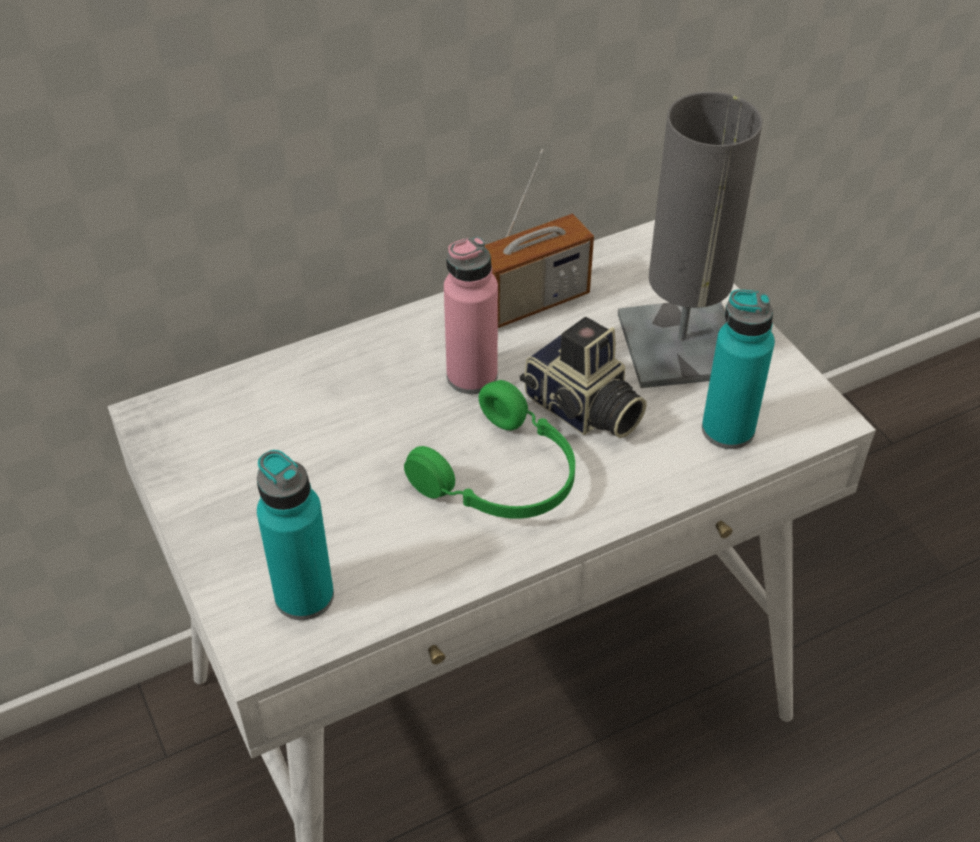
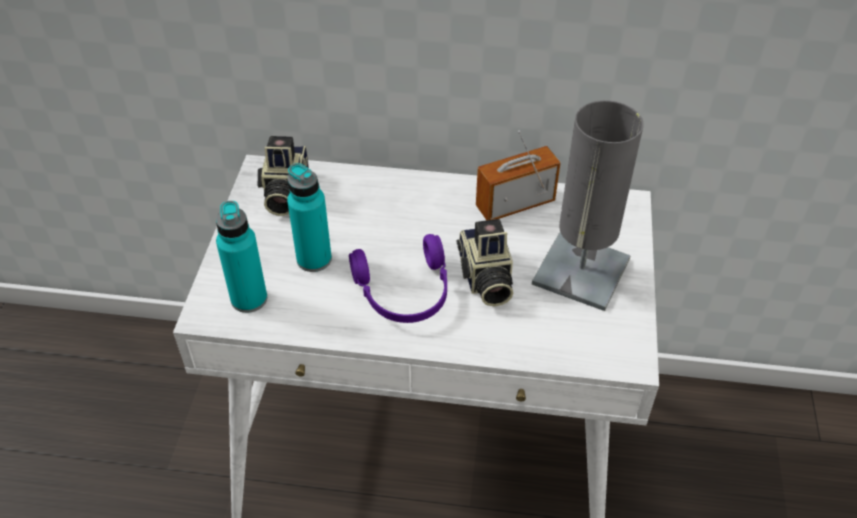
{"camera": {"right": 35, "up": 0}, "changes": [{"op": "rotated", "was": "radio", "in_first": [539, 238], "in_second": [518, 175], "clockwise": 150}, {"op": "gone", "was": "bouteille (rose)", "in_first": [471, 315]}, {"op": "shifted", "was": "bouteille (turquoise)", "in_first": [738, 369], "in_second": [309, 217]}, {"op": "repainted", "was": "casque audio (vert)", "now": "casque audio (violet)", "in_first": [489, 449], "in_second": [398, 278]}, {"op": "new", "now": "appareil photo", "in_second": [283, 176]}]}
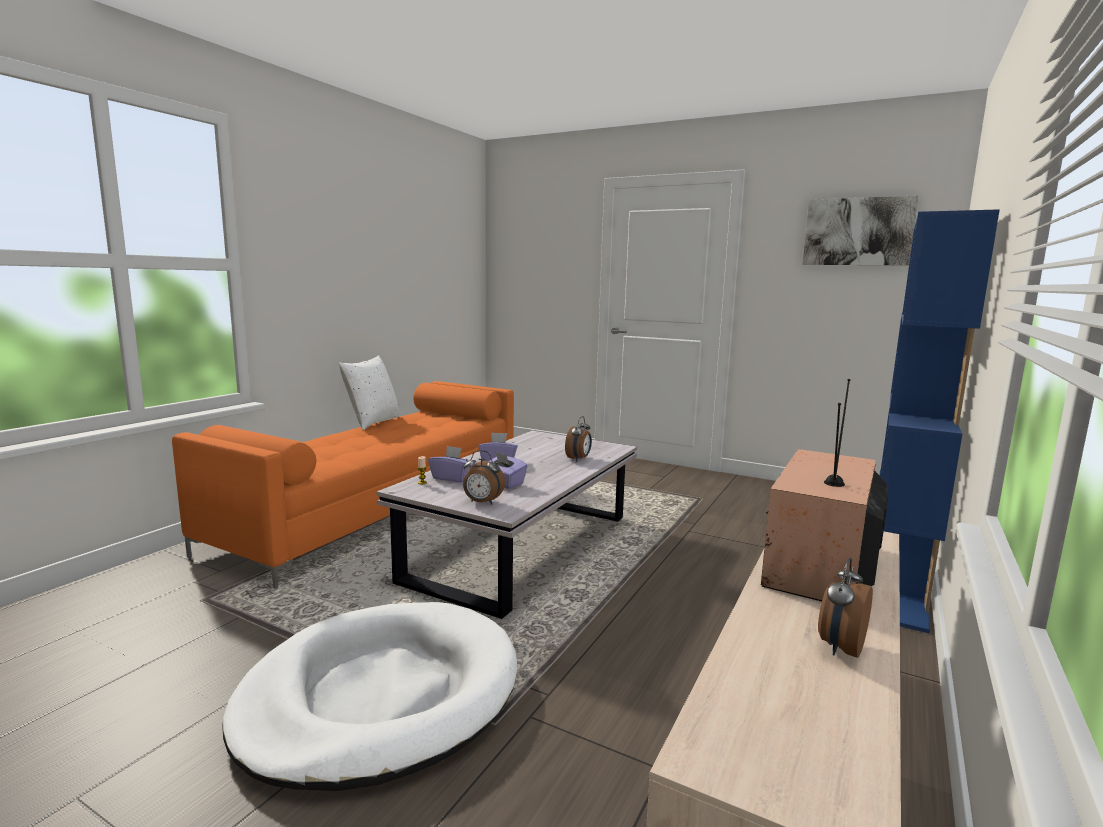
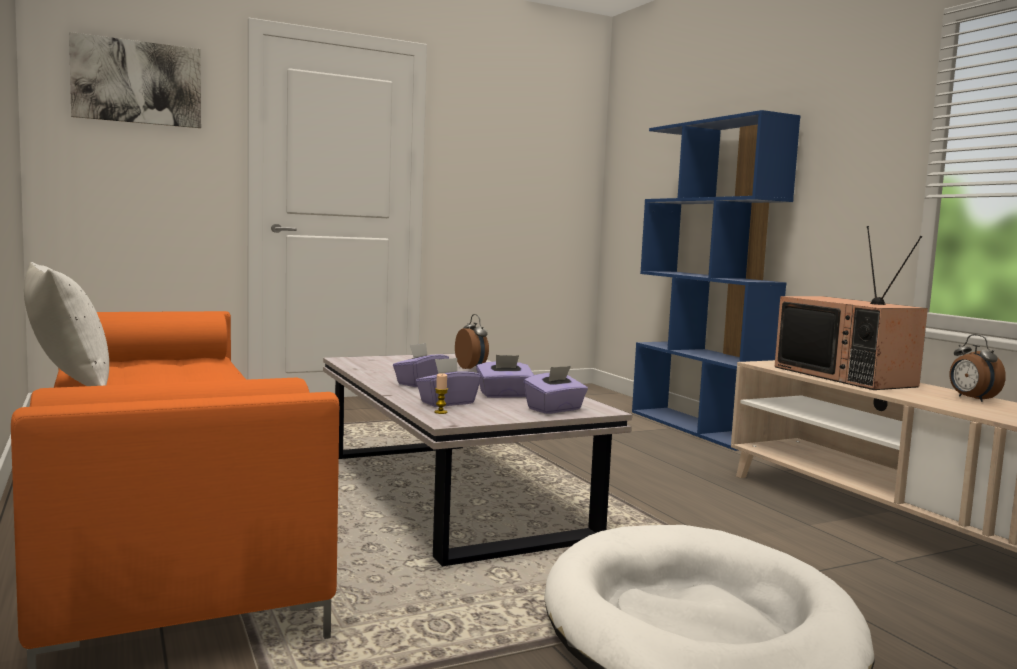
{"camera": {"right": -55, "up": -5}, "changes": [{"op": "shifted", "was": "tableau", "in_first": [861, 230], "in_second": [135, 80]}, {"op": "swapped", "was": "réveil", "now": "boîte à mouchoirs (violet)", "in_first": [484, 477], "in_second": [555, 390]}]}
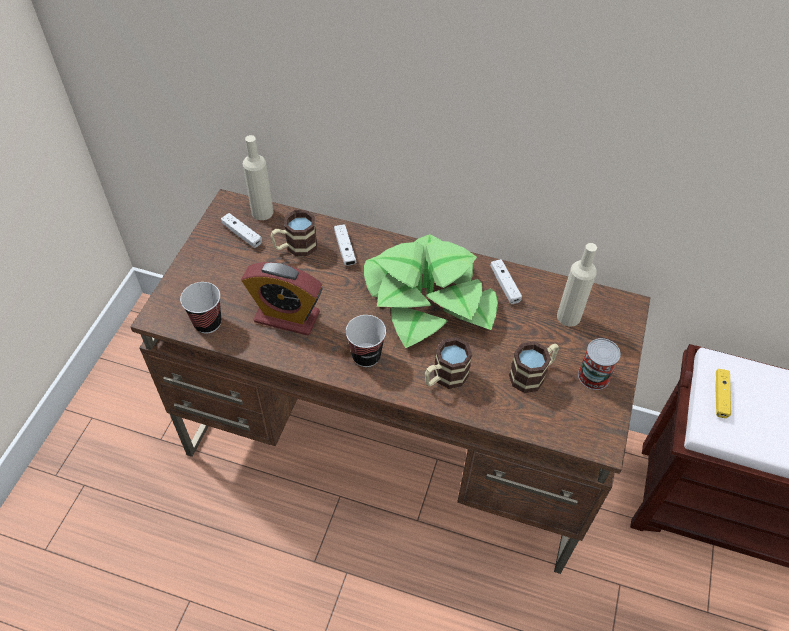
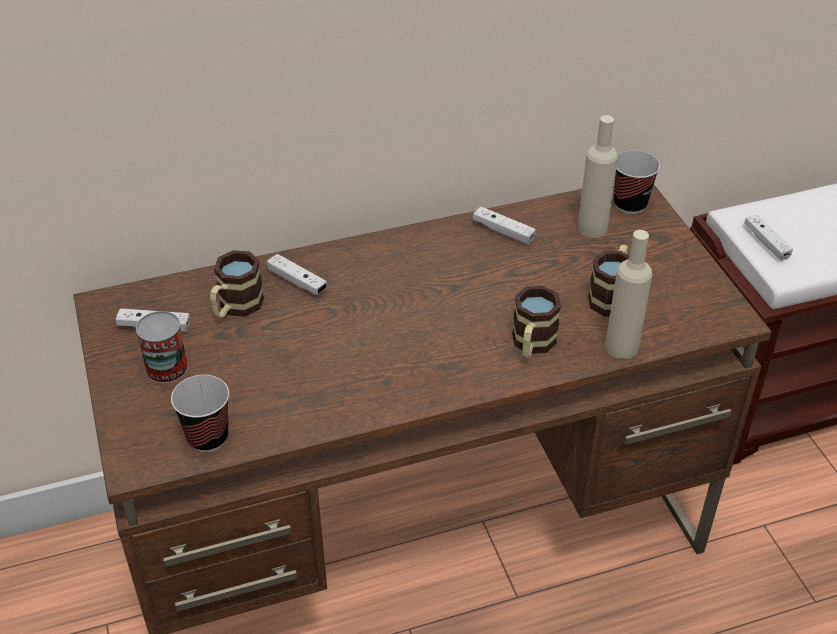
{"camera": {"right": -35, "up": -10}, "changes": [{"op": "shifted", "was": "bouteille (beige)", "in_first": [258, 177], "in_second": [629, 294]}, {"op": "gone", "was": "plante en pot", "in_first": [431, 291]}, {"op": "gone", "was": "réveil", "in_first": [282, 299]}, {"op": "shifted", "was": "tasse", "in_first": [366, 341], "in_second": [637, 182]}, {"op": "shifted", "was": "boîte métallique", "in_first": [599, 364], "in_second": [162, 347]}, {"op": "repainted", "was": "manette (jaune)", "now": "manette (blanc)", "in_first": [723, 393], "in_second": [768, 237]}]}
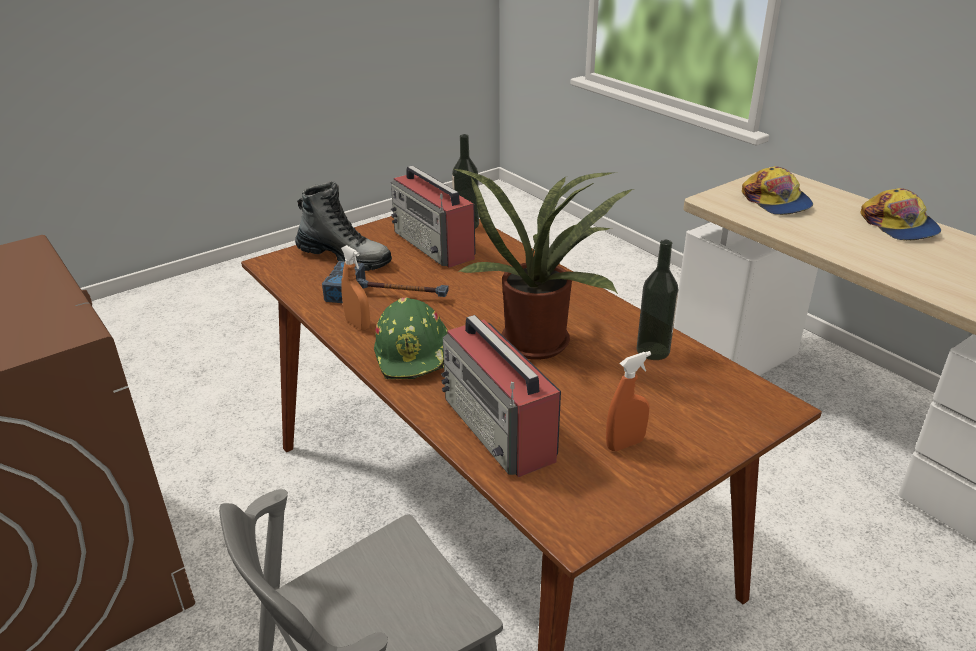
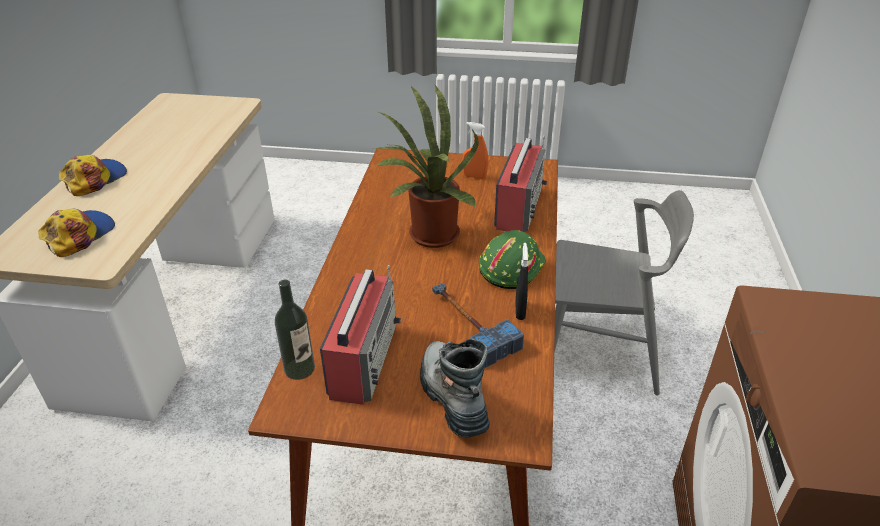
{"camera": {"right": -135, "up": 5}, "changes": [{"op": "gone", "was": "bouteille", "in_first": [657, 300]}, {"op": "repainted", "was": "vaporisateur (orange)", "now": "vaporisateur (noir)", "in_first": [355, 287], "in_second": [521, 281]}]}
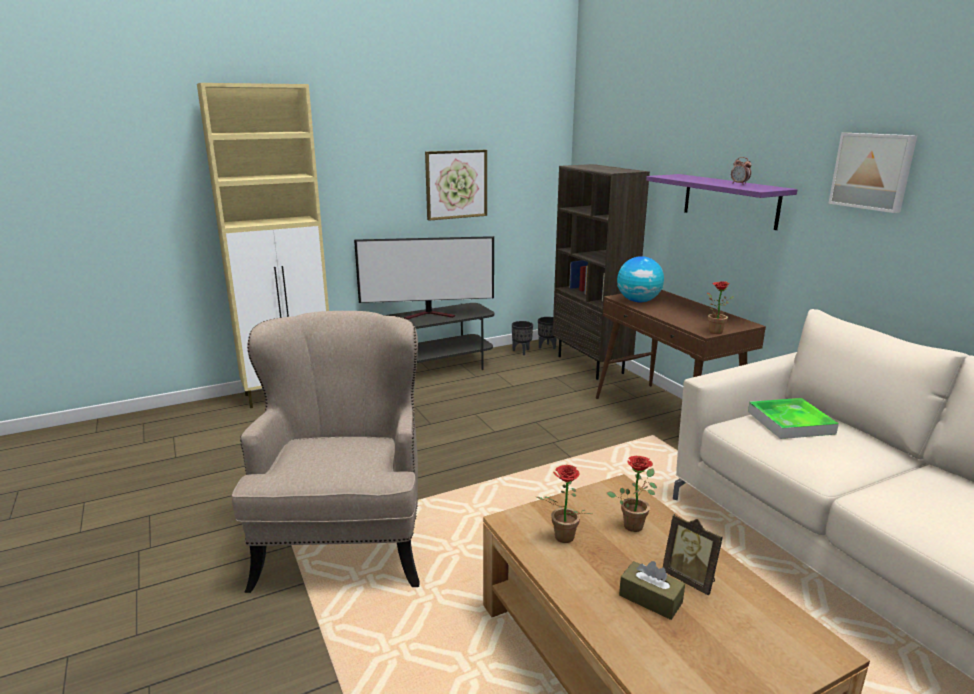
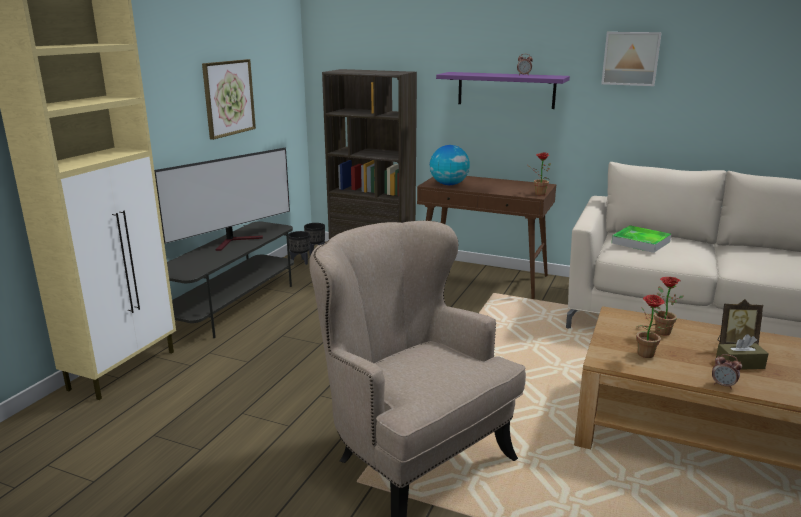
{"camera": {"right": -40, "up": 0}, "changes": [{"op": "new", "now": "réveil", "in_second": [727, 371]}]}
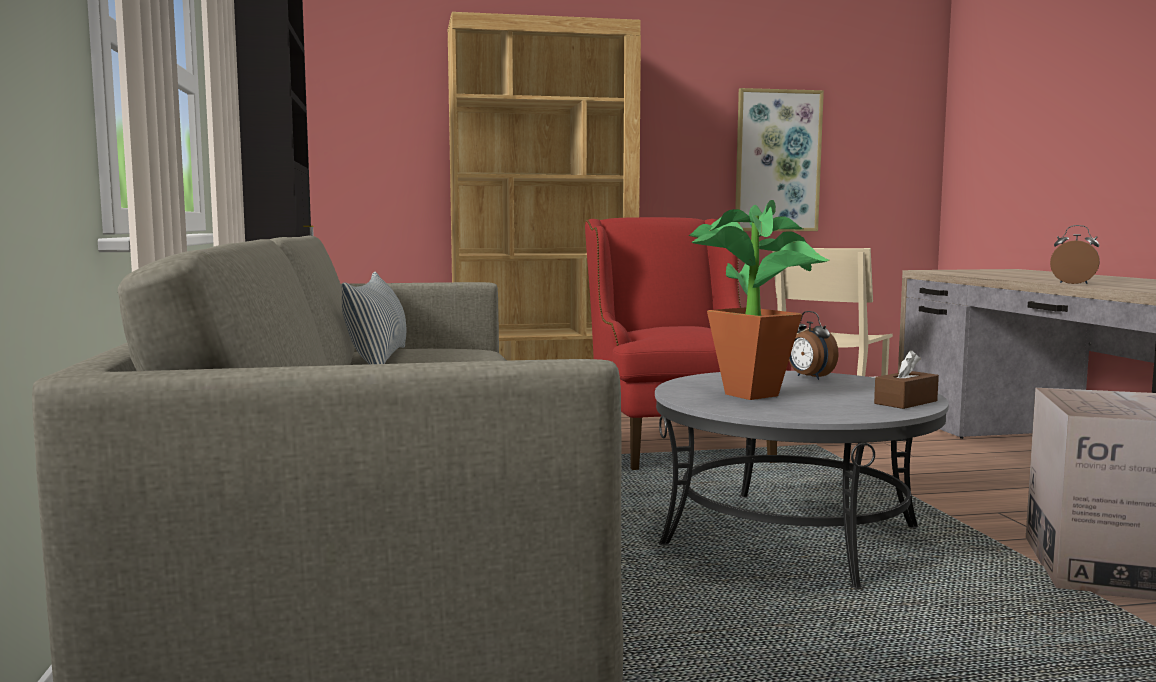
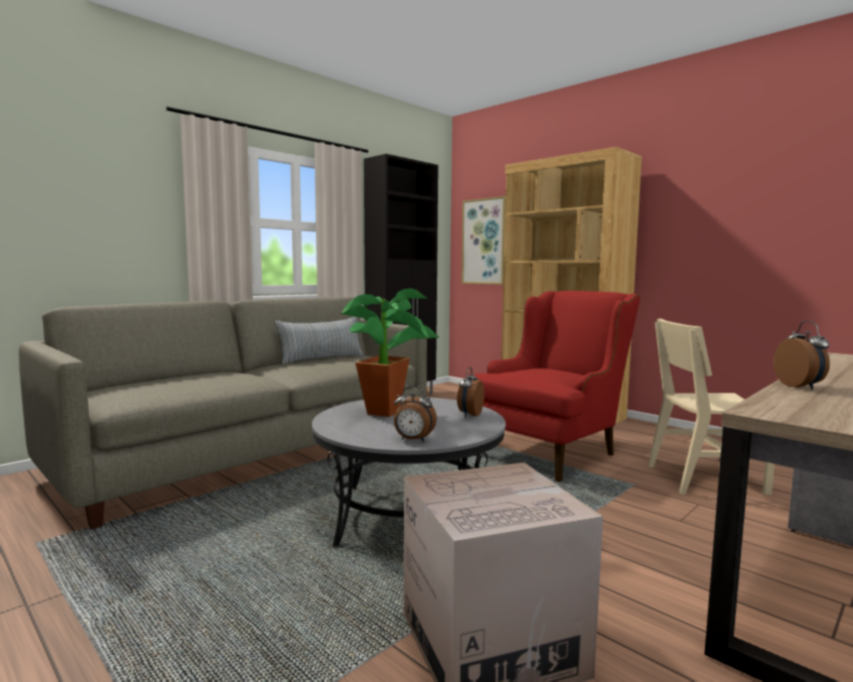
{"camera": {"right": 55, "up": 0}, "changes": [{"op": "shifted", "was": "tableau", "in_first": [779, 159], "in_second": [483, 240]}, {"op": "swapped", "was": "boîte à mouchoirs (marron)", "now": "réveil", "in_first": [906, 379], "in_second": [415, 413]}]}
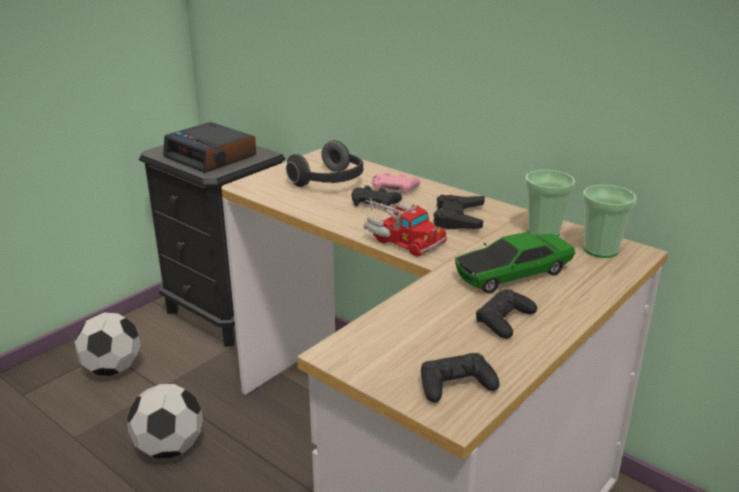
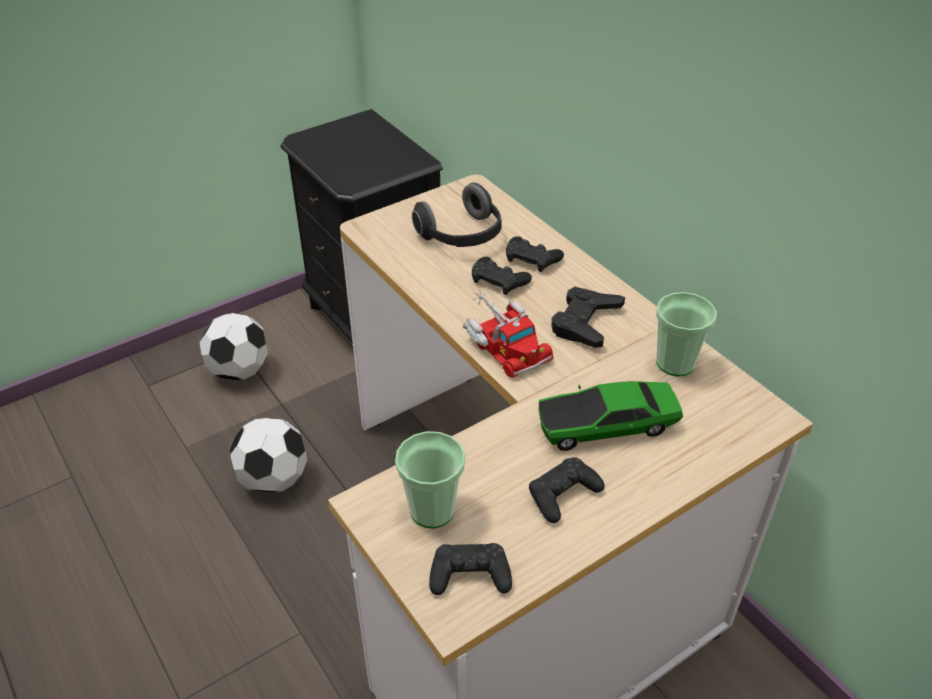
{"camera": {"right": 15, "up": 15}, "changes": [{"op": "gone", "was": "réveil", "in_first": [209, 147]}, {"op": "repainted", "was": "manette (rose)", "now": "manette (noir)", "in_first": [396, 183], "in_second": [535, 254]}, {"op": "shifted", "was": "tasse", "in_first": [610, 221], "in_second": [430, 479]}]}
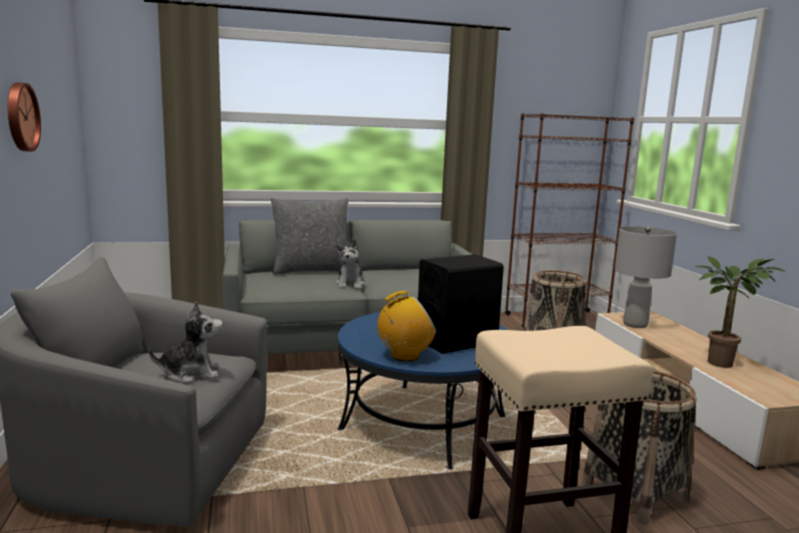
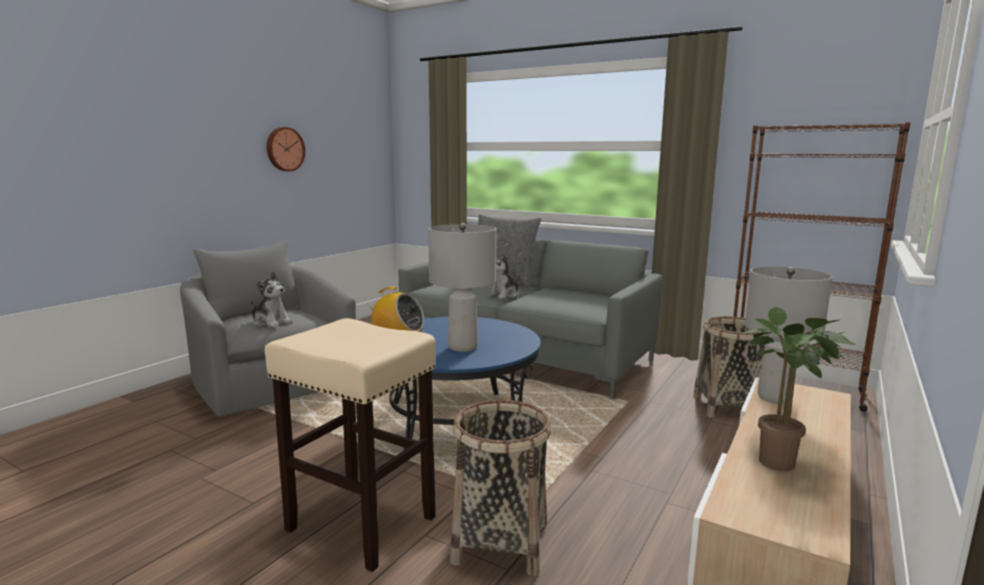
{"camera": {"right": 45, "up": 0}, "changes": [{"op": "swapped", "was": "enceinte (noir)", "now": "lampe de table (gris)", "in_first": [461, 304], "in_second": [462, 287]}]}
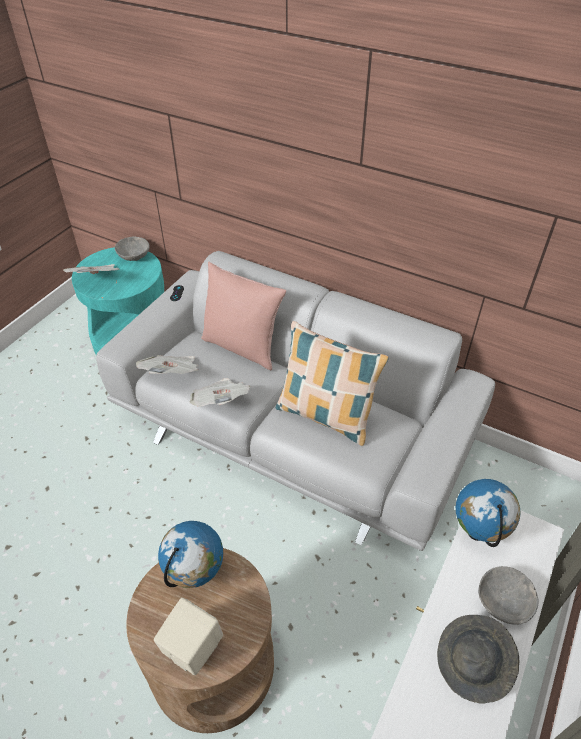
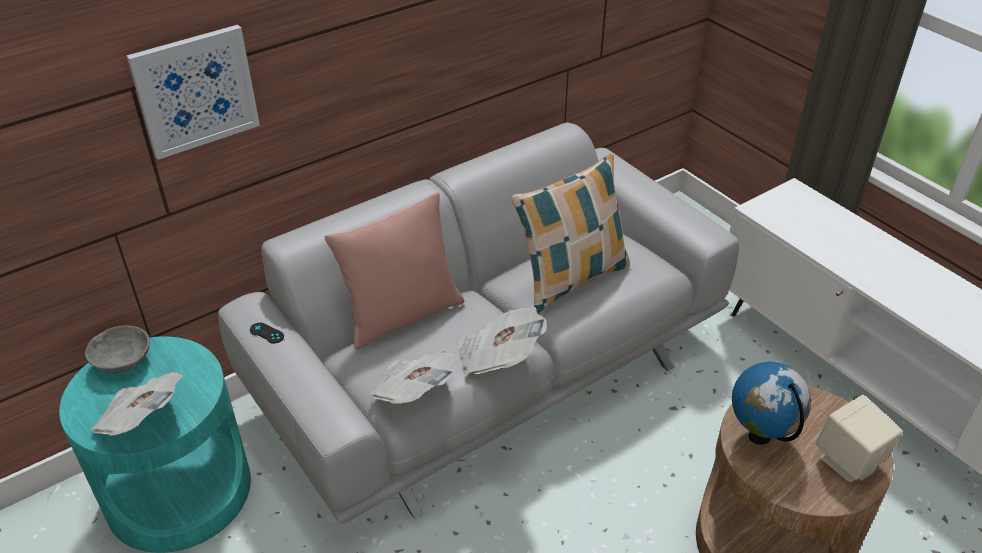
{"camera": {"right": -65, "up": -5}, "changes": [{"op": "gone", "was": "globe", "in_first": [488, 513]}, {"op": "gone", "was": "bol (gris)", "in_first": [508, 595]}, {"op": "gone", "was": "chapeau (gris)", "in_first": [478, 659]}, {"op": "new", "now": "tableau", "in_second": [193, 92]}]}
